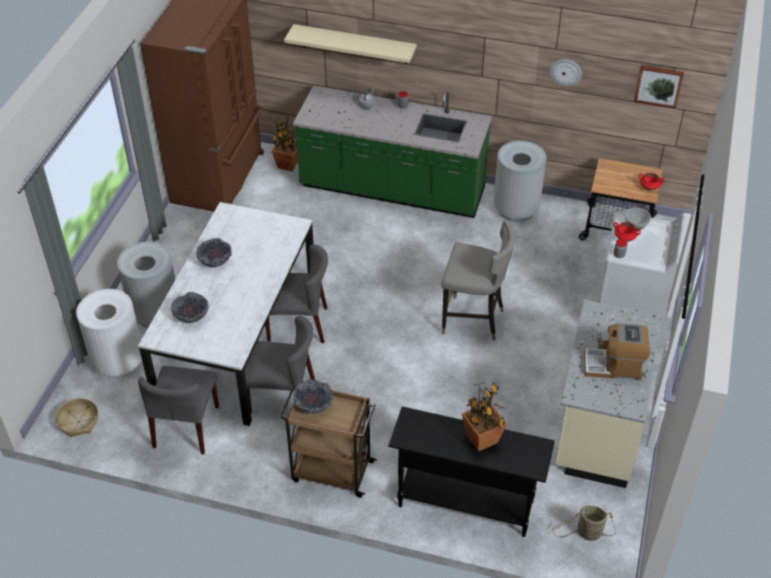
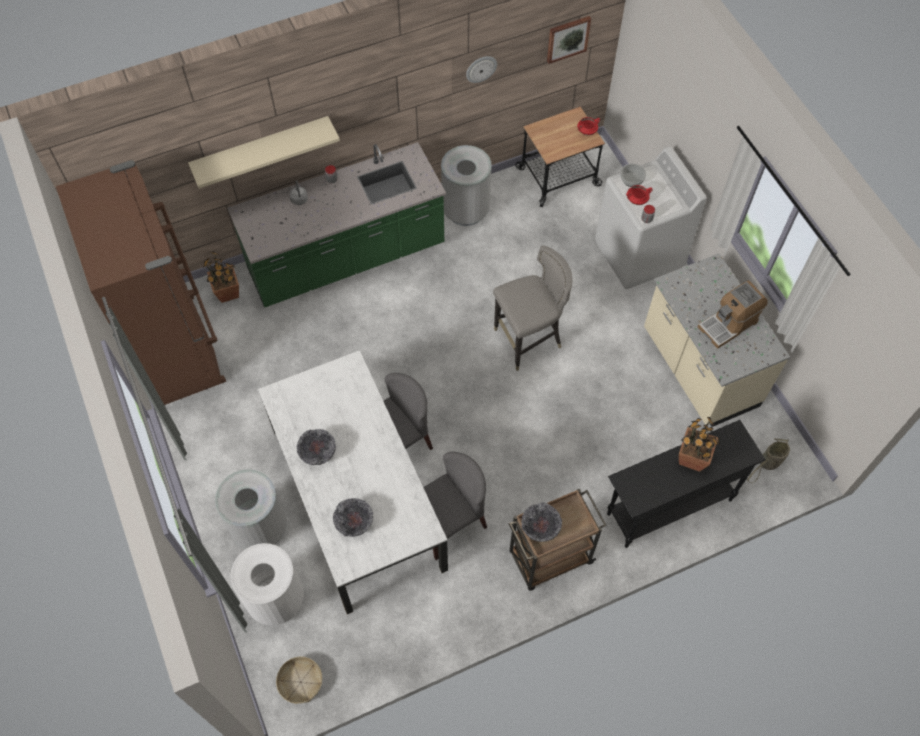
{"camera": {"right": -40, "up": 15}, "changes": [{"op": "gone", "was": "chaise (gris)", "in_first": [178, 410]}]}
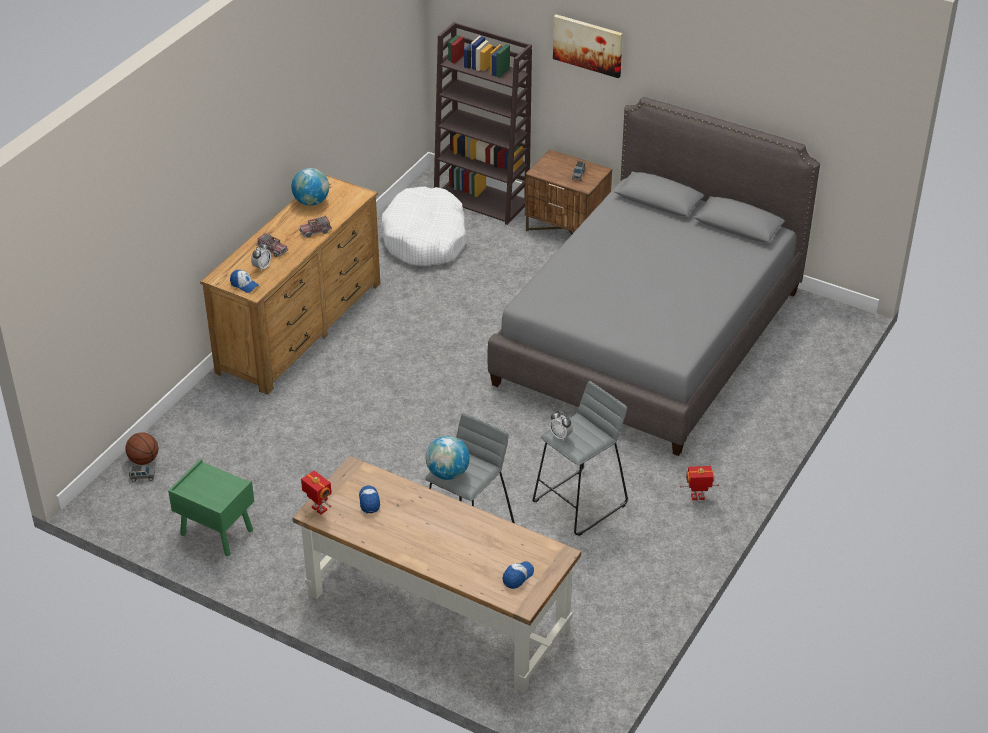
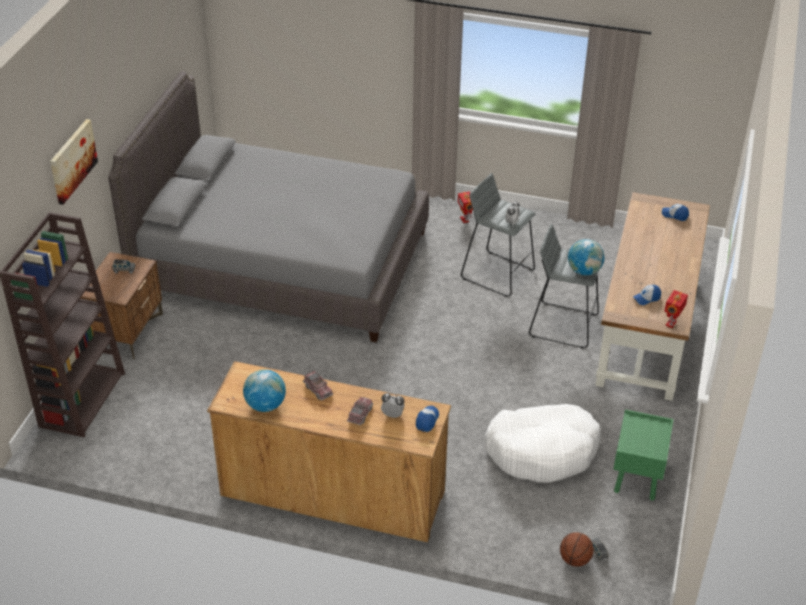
{"camera": {"right": -105, "up": 0}, "changes": [{"op": "shifted", "was": "panier pour chien (blanc)", "in_first": [423, 226], "in_second": [543, 443]}]}
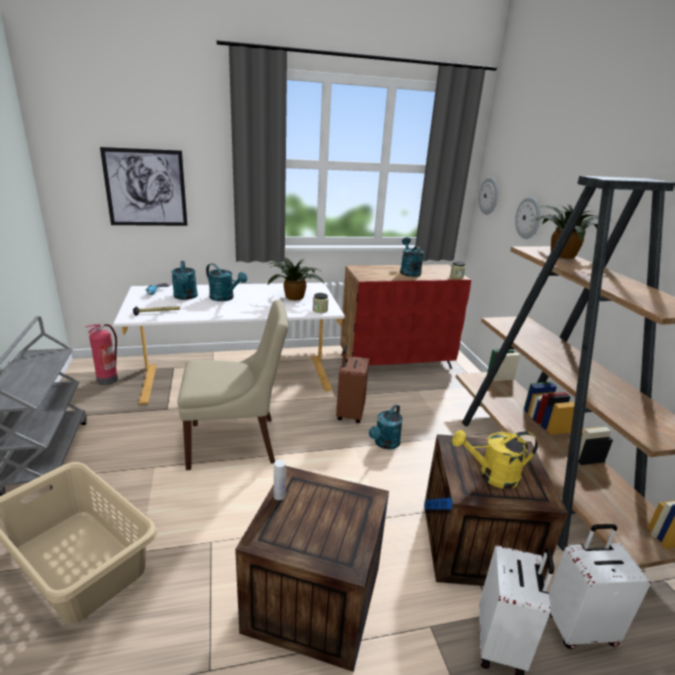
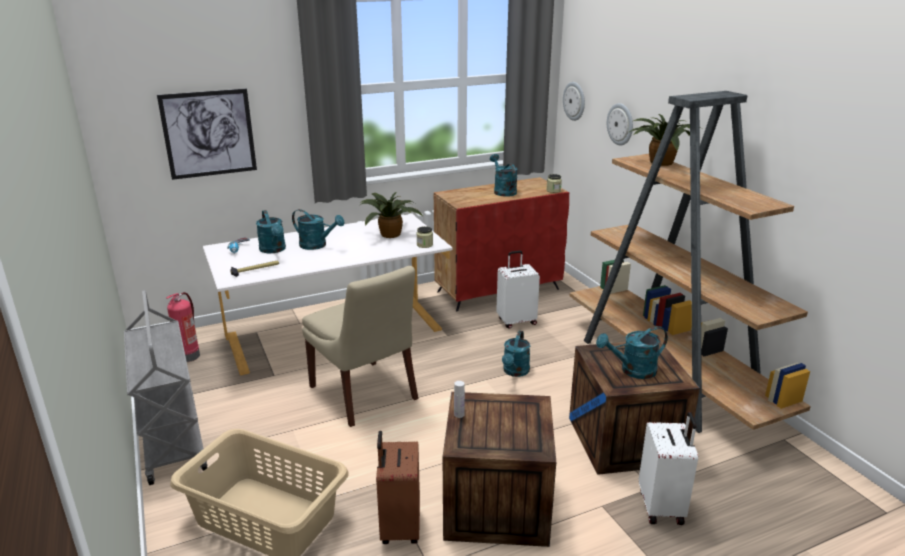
{"camera": {"right": -10, "up": 0}, "changes": [{"op": "rotated", "was": "chaise (beige)", "in_first": [232, 385], "in_second": [360, 346], "clockwise": 75}, {"op": "shifted", "was": "valise (marron)", "in_first": [352, 384], "in_second": [398, 487]}, {"op": "repainted", "was": "arrosoir (jaune)", "now": "arrosoir (turquoise)", "in_first": [495, 459], "in_second": [632, 352]}, {"op": "shifted", "was": "valise (blanc)", "in_first": [600, 586], "in_second": [518, 290]}]}
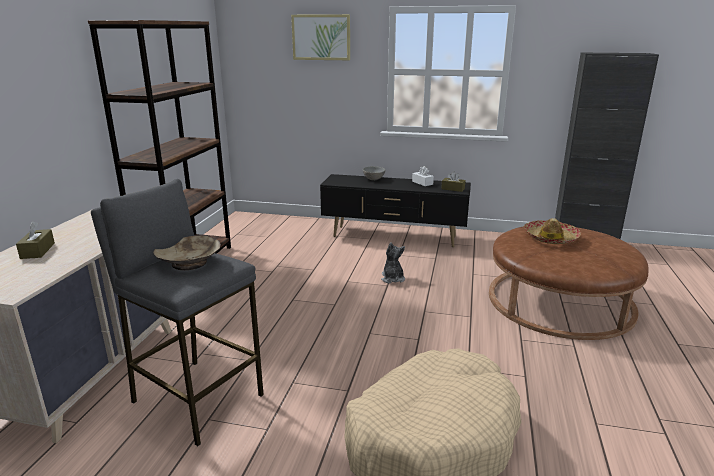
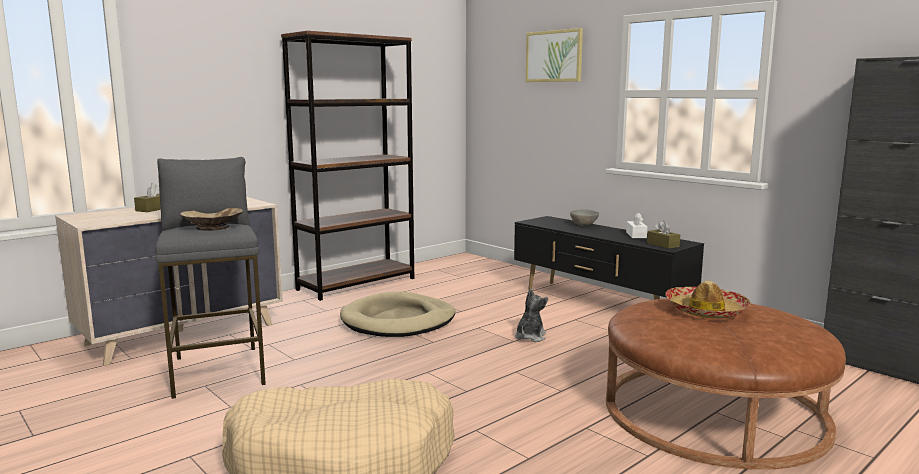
{"camera": {"right": 35, "up": -10}, "changes": [{"op": "new", "now": "panier pour chien (beige)", "in_second": [398, 314]}]}
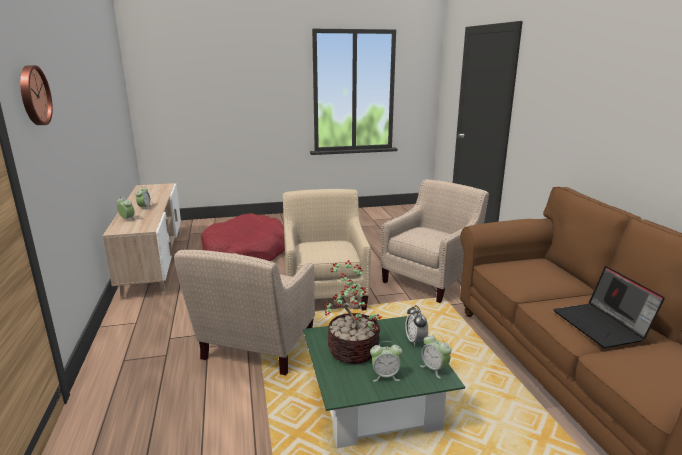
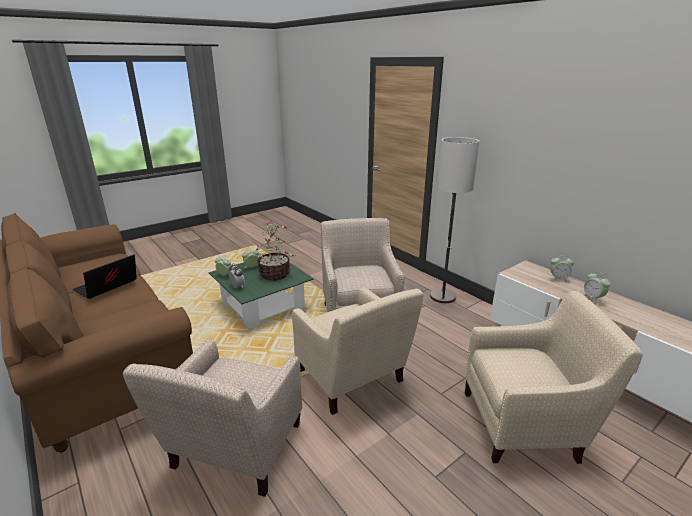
{"camera": {"right": 155, "up": 5}, "changes": [{"op": "gone", "was": "horloge murale", "in_first": [36, 95]}, {"op": "swapped", "was": "panier pour chien (rouge)", "now": "fauteuil (beige)", "in_first": [243, 237], "in_second": [554, 377]}, {"op": "rotated", "was": "ordinateur portable", "in_first": [609, 307], "in_second": [104, 276], "clockwise": -105}, {"op": "new", "now": "lampadaire", "in_second": [455, 220]}]}
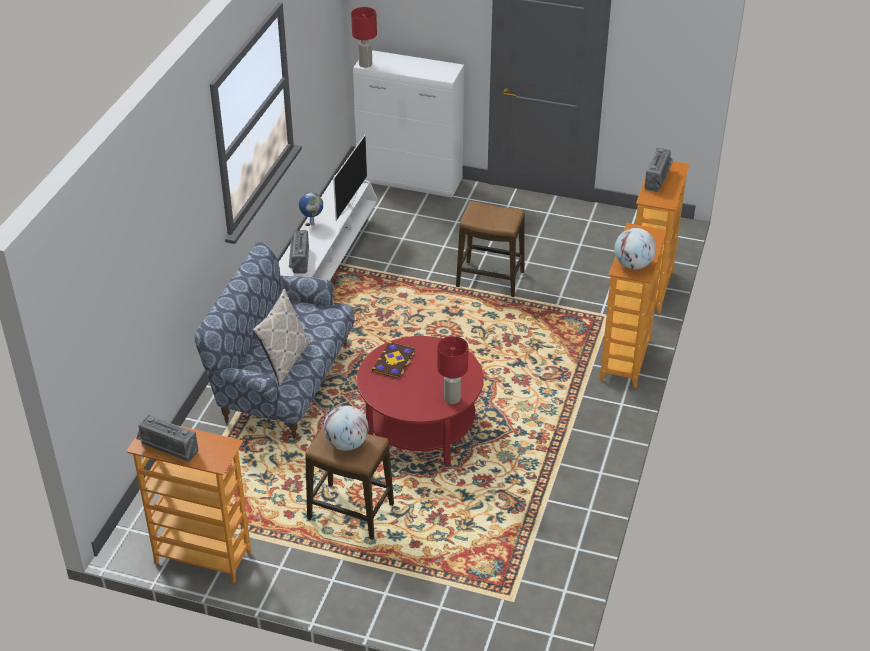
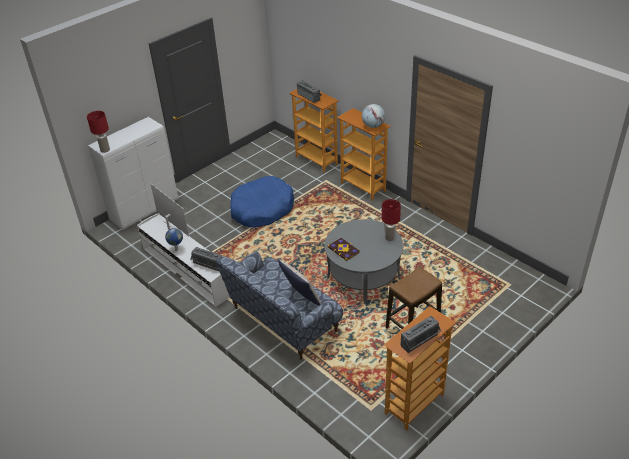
{"camera": {"right": -60, "up": 0}, "changes": [{"op": "swapped", "was": "tabouret", "now": "panier pour chien (bleu)", "in_first": [490, 249], "in_second": [262, 202]}, {"op": "repainted", "was": "table basse (rouge)", "now": "table basse (gris)", "in_first": [420, 401], "in_second": [363, 260]}, {"op": "gone", "was": "globe", "in_first": [346, 428]}]}
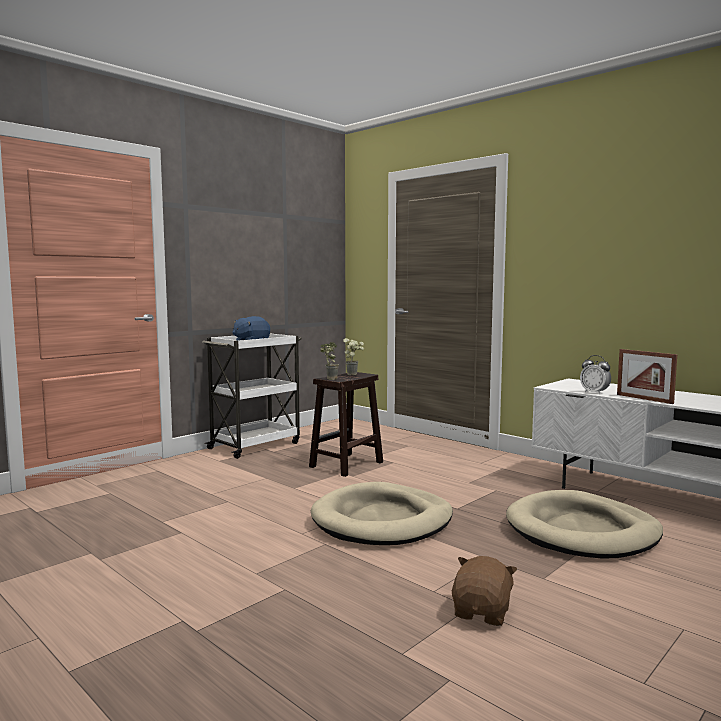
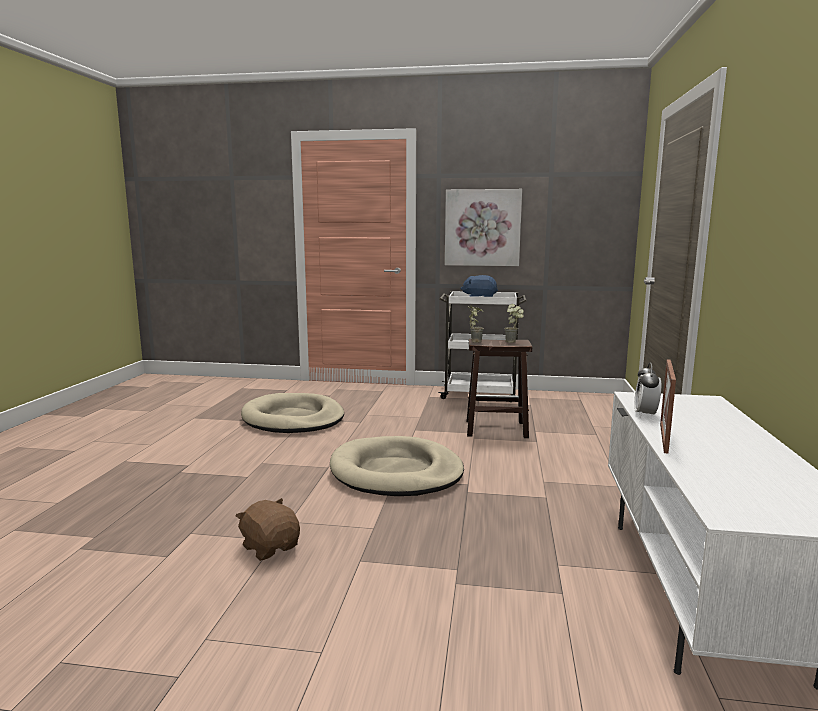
{"camera": {"right": 55, "up": 5}, "changes": [{"op": "shifted", "was": "panier pour chien (beige)", "in_first": [584, 524], "in_second": [292, 413]}, {"op": "rotated", "was": "peluche (marron)", "in_first": [484, 591], "in_second": [268, 529], "clockwise": -120}, {"op": "new", "now": "tableau", "in_second": [483, 227]}]}
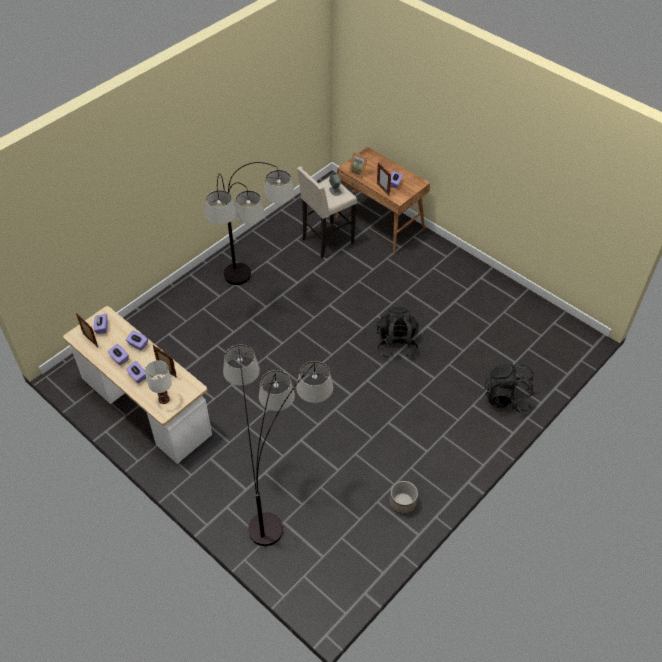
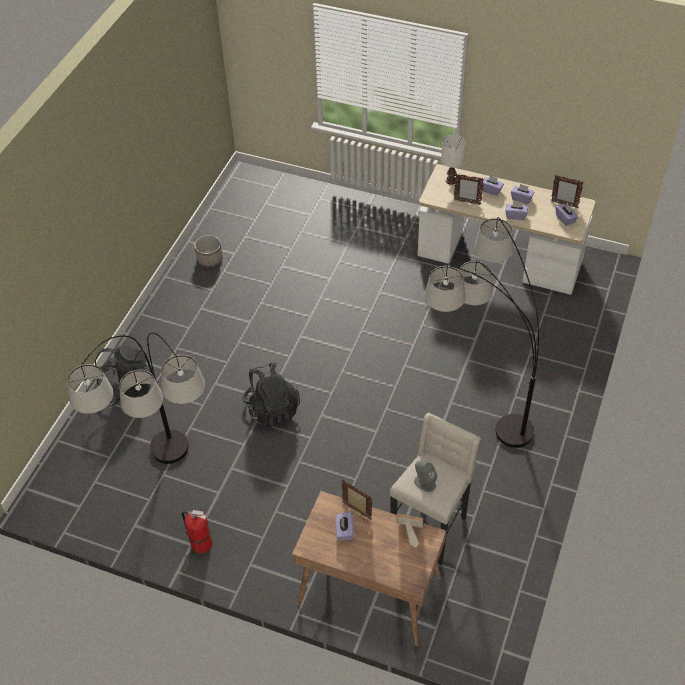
{"camera": {"right": 160, "up": 0}, "changes": [{"op": "shifted", "was": "lampadaire", "in_first": [278, 445], "in_second": [136, 398]}, {"op": "new", "now": "extincteur", "in_second": [197, 532]}]}
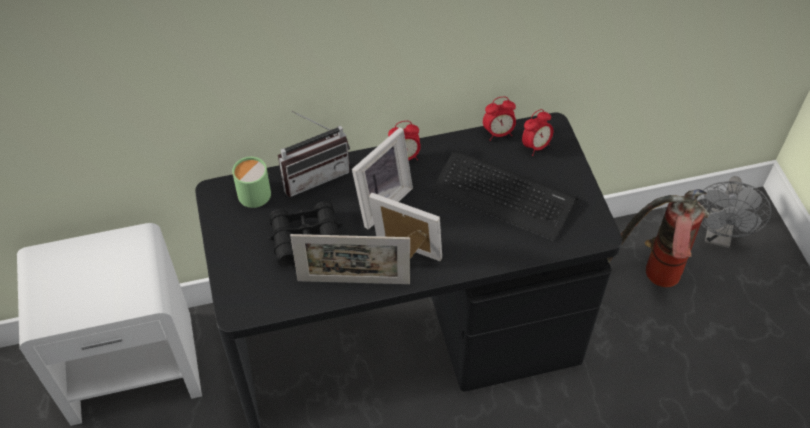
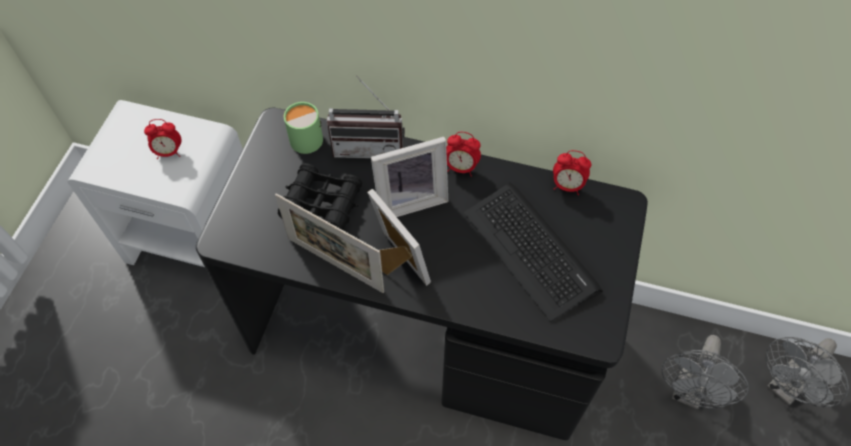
{"camera": {"right": 30, "up": 5}, "changes": [{"op": "shifted", "was": "réveil", "in_first": [537, 132], "in_second": [163, 139]}, {"op": "swapped", "was": "extincteur", "now": "ventilateur (gris)", "in_first": [658, 238], "in_second": [705, 372]}]}
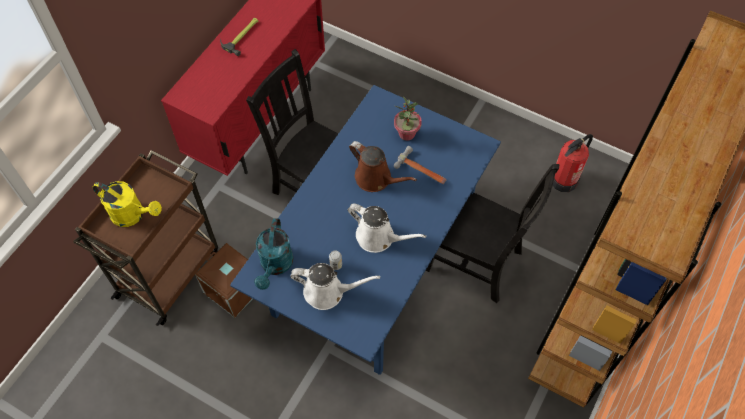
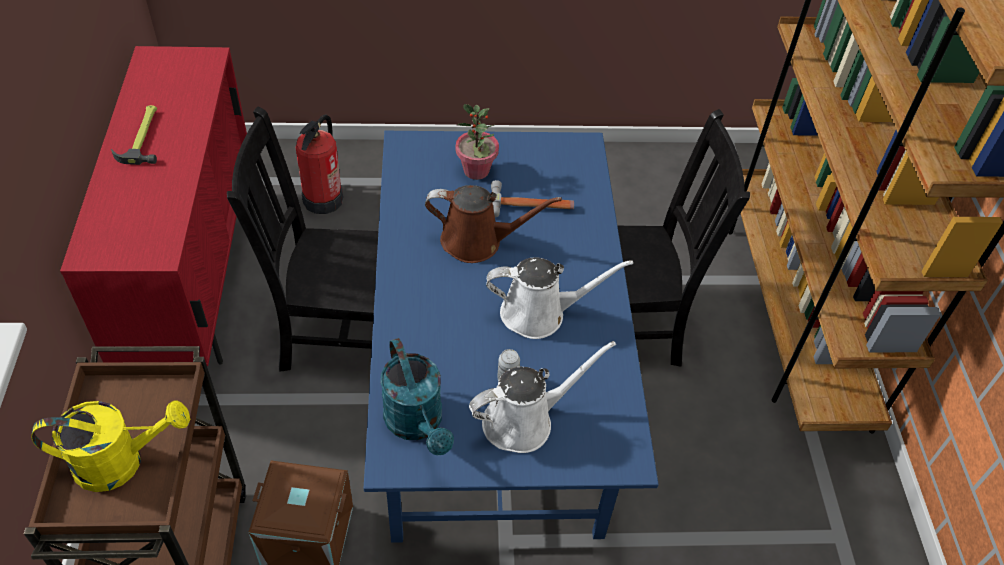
{"camera": {"right": -35, "up": -10}, "changes": [{"op": "shifted", "was": "extincteur", "in_first": [573, 163], "in_second": [319, 164]}]}
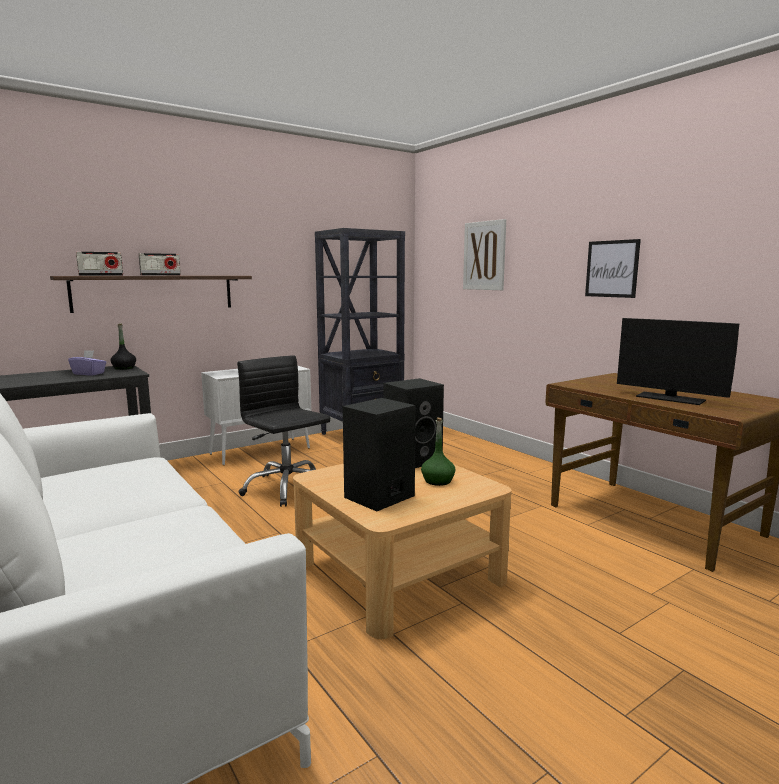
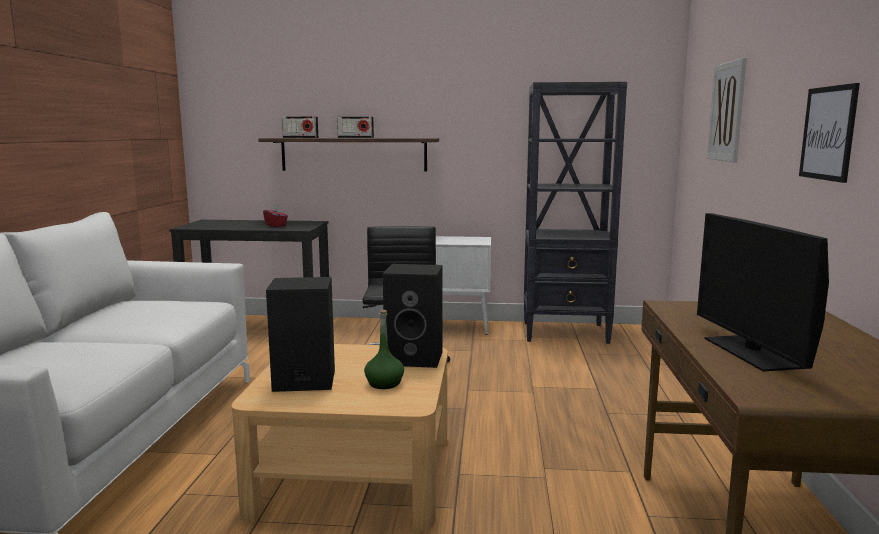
{"camera": {"right": 40, "up": 0}, "changes": [{"op": "gone", "was": "bouteille (noir)", "in_first": [123, 347]}, {"op": "repainted", "was": "boîte à mouchoirs (violet)", "now": "boîte à mouchoirs (rouge)", "in_first": [87, 363], "in_second": [275, 215]}]}
